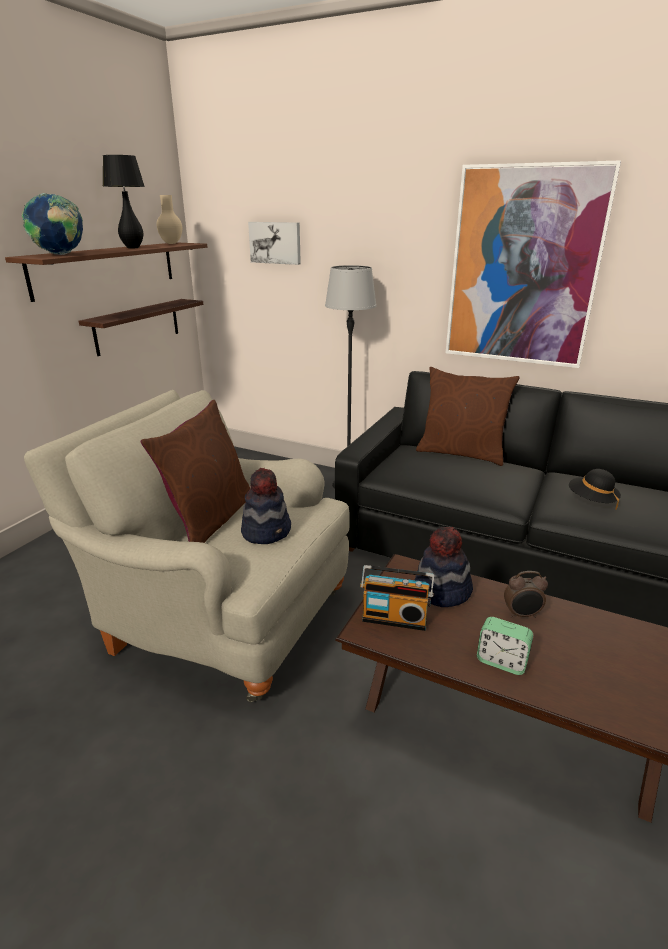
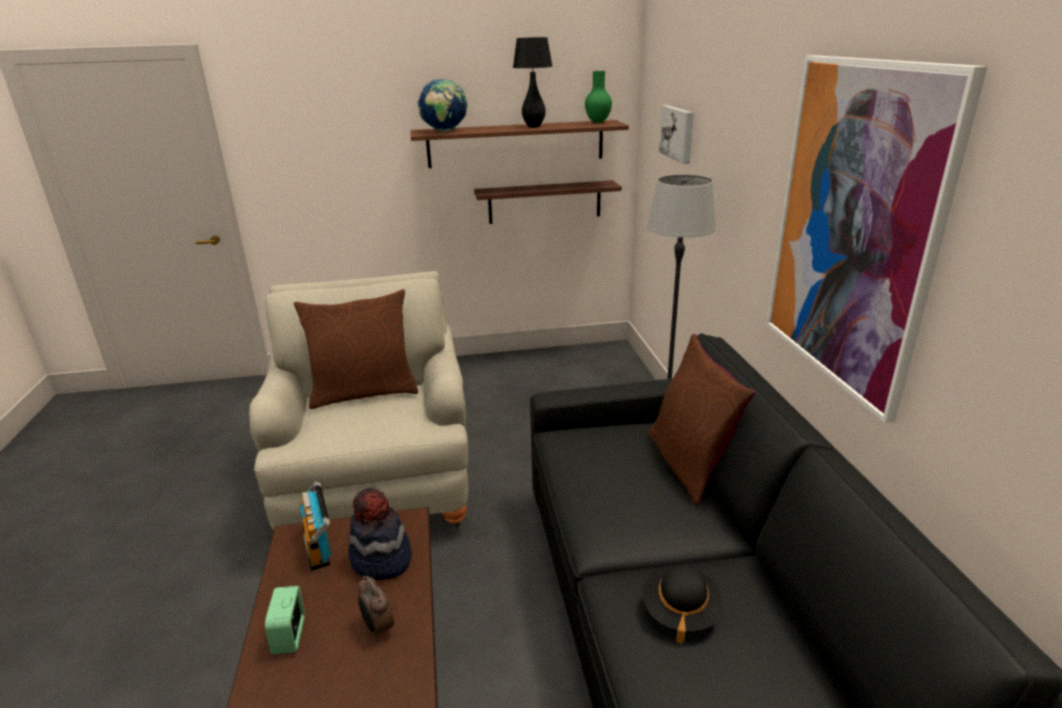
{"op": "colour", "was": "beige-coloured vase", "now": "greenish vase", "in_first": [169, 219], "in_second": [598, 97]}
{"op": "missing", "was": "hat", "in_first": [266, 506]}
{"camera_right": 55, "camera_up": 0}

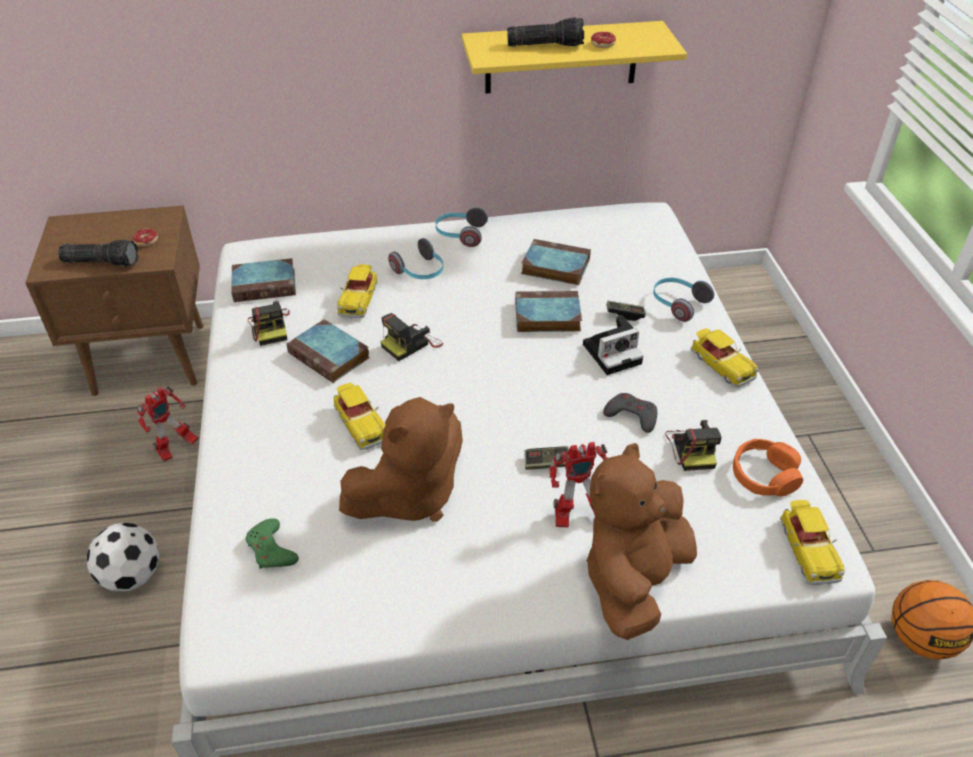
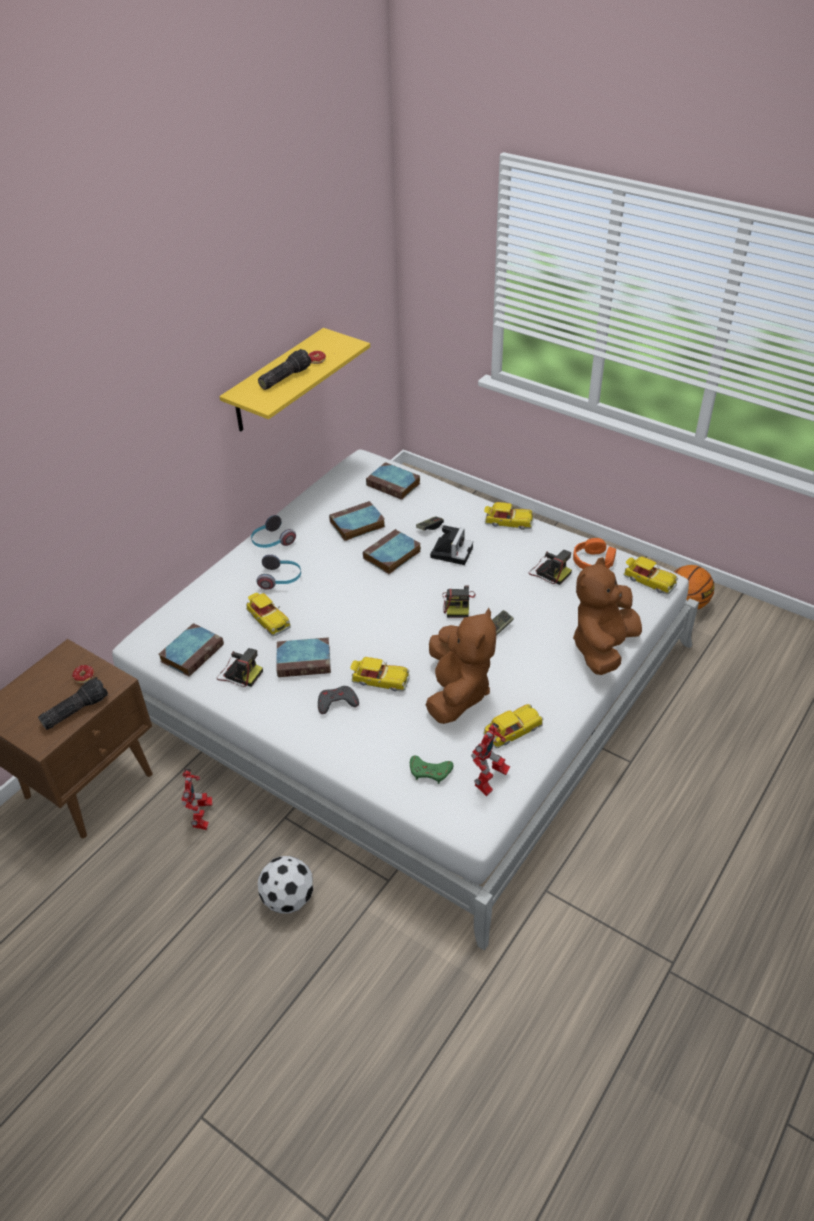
{"op": "relocated", "was": "photo camera", "in_first": [412, 337], "in_second": [459, 601]}
{"op": "relocated", "was": "robot figure", "in_first": [578, 485], "in_second": [490, 759]}
{"op": "spun", "was": "brown-coloured soft toy", "in_first": [642, 541], "in_second": [607, 616], "clockwise": 45}
{"op": "relocated", "was": "greyish game controller", "in_first": [630, 413], "in_second": [338, 700]}
{"op": "missing", "was": "headphones", "in_first": [683, 300]}
{"op": "appeared", "now": "bound book", "in_second": [393, 481]}
{"op": "appeared", "now": "miniature car", "in_second": [513, 726]}
{"camera_right": -45, "camera_up": 0}

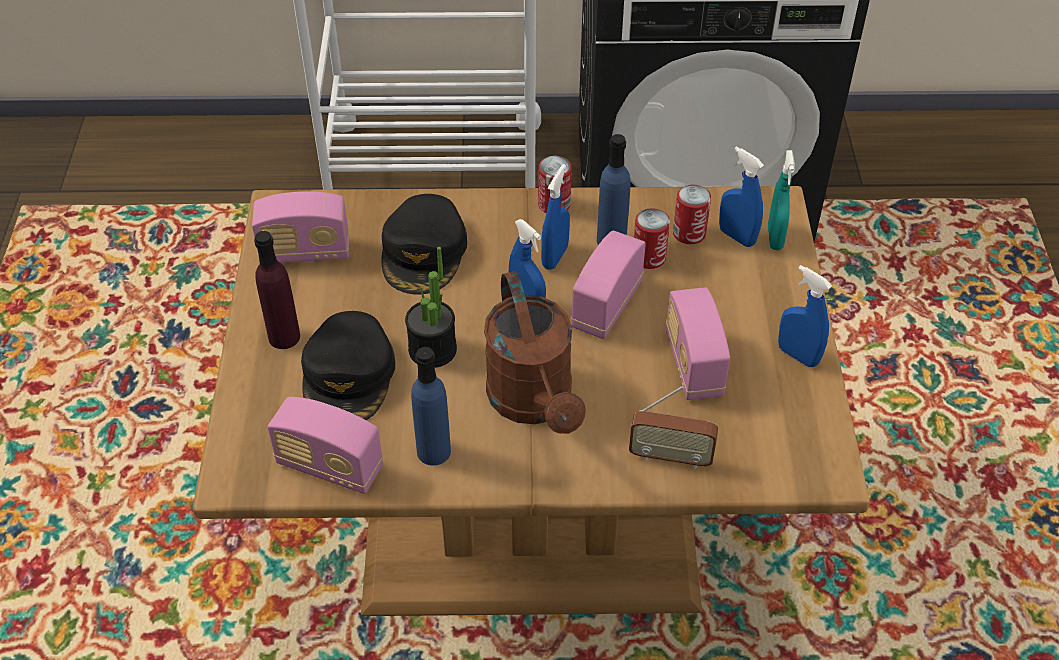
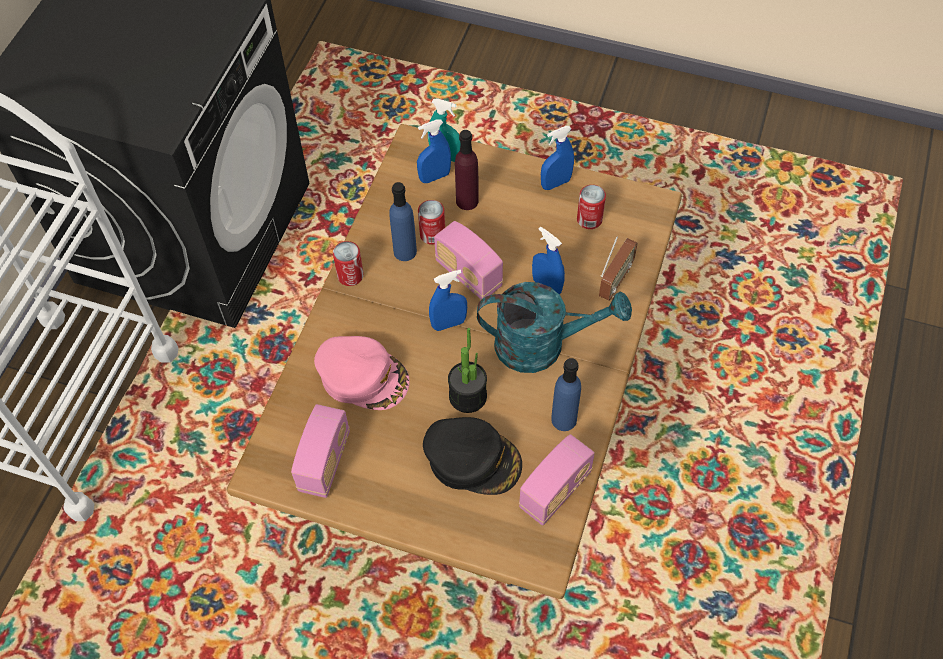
{"op": "relocated", "was": "purple beverage bottle", "in_first": [277, 290], "in_second": [467, 170]}
{"op": "colour", "was": "black cap", "now": "pink cap", "in_first": [424, 244], "in_second": [362, 373]}
{"op": "colour", "was": "brown-coloured sprinkling can", "now": "turquoise-coloured sprinkling can", "in_first": [535, 352], "in_second": [554, 327]}
{"op": "relocated", "was": "blue-coloured hand sprayer", "in_first": [555, 217], "in_second": [548, 260]}
{"op": "missing", "was": "radio receiver", "in_first": [698, 343]}
{"op": "relocated", "was": "metal can", "in_first": [692, 214], "in_second": [591, 207]}
{"camera_right": -70, "camera_up": 10}

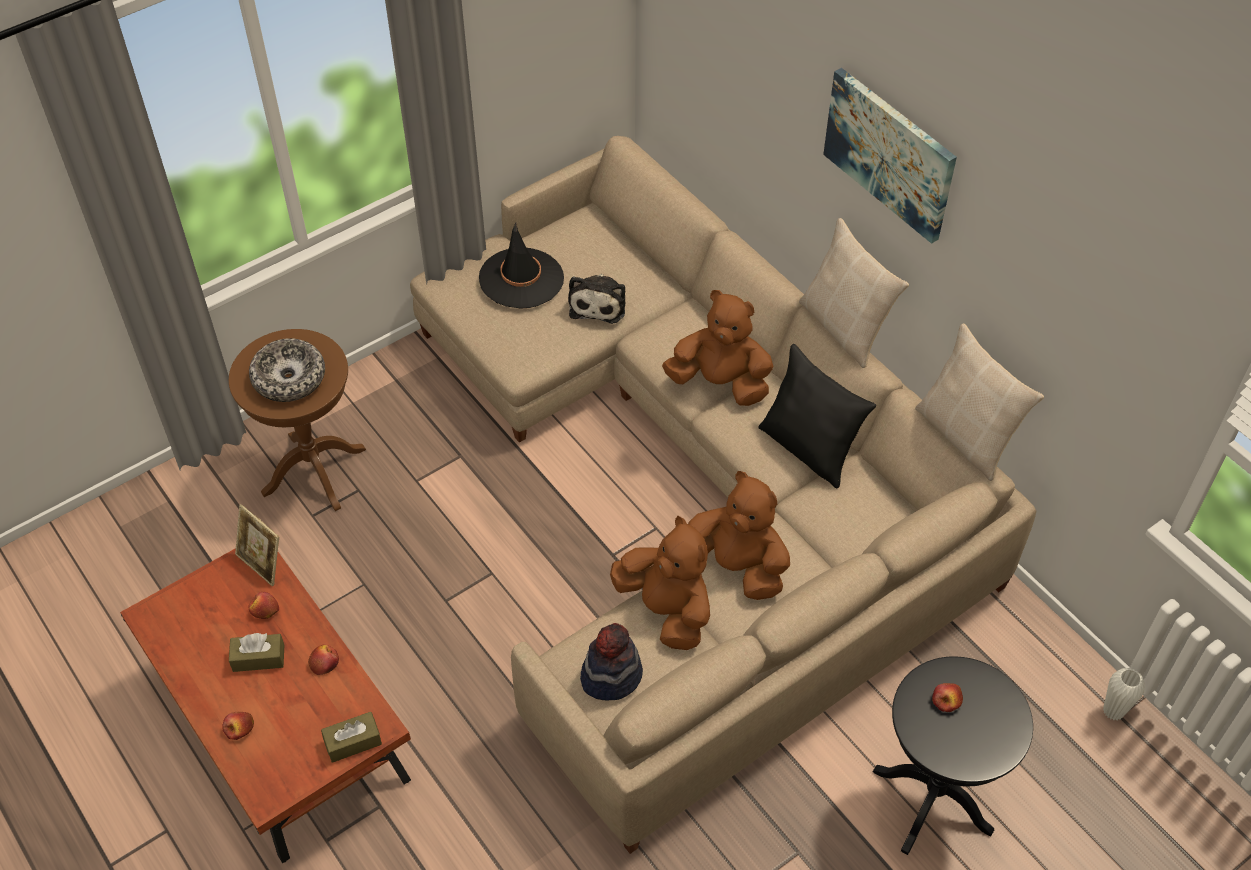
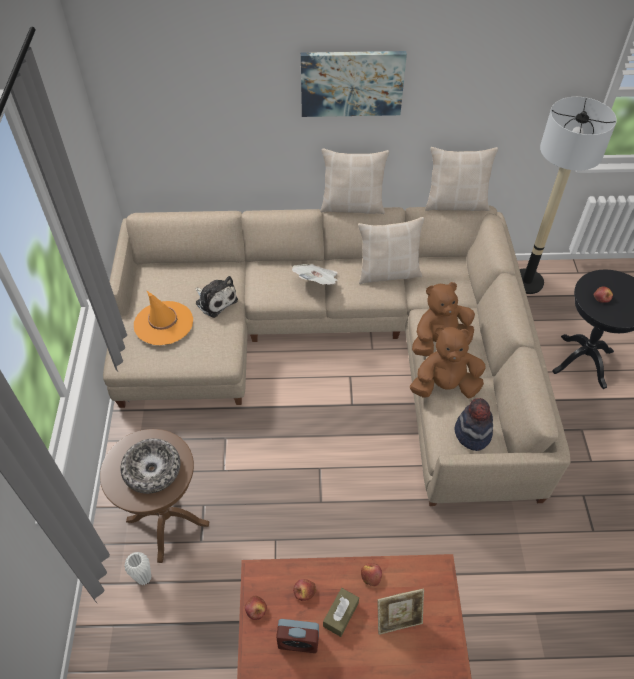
{"op": "relocated", "was": "apple fruit", "in_first": [238, 726], "in_second": [256, 608]}
{"op": "relocated", "was": "photo frame", "in_first": [257, 545], "in_second": [400, 612]}
{"op": "missing", "was": "brown-coloured box of tissues", "in_first": [351, 737]}
{"op": "colour", "was": "black hat", "now": "orangey hat", "in_first": [521, 265], "in_second": [163, 317]}
{"op": "exchanged", "was": "brown-coloured soft toy", "now": "newspaper", "in_first": [717, 348], "in_second": [315, 274]}
{"op": "colour", "was": "black cushion", "now": "beige-coloured cushion", "in_first": [817, 416], "in_second": [391, 250]}
{"op": "relocated", "was": "whitish vase", "in_first": [1124, 694], "in_second": [137, 568]}
{"op": "appeared", "now": "table clock", "in_second": [297, 636]}
{"op": "appeared", "now": "standard lamp", "in_second": [568, 195]}
{"camera_right": -55, "camera_up": 0}

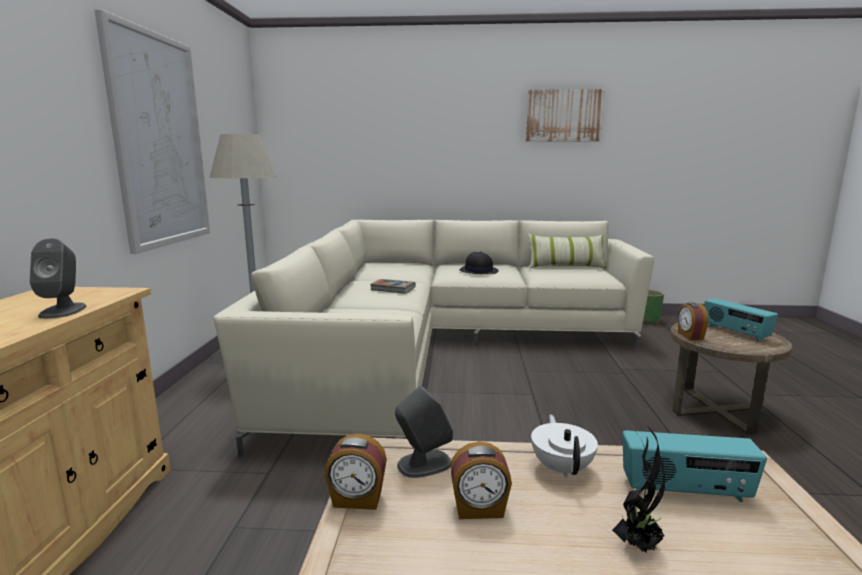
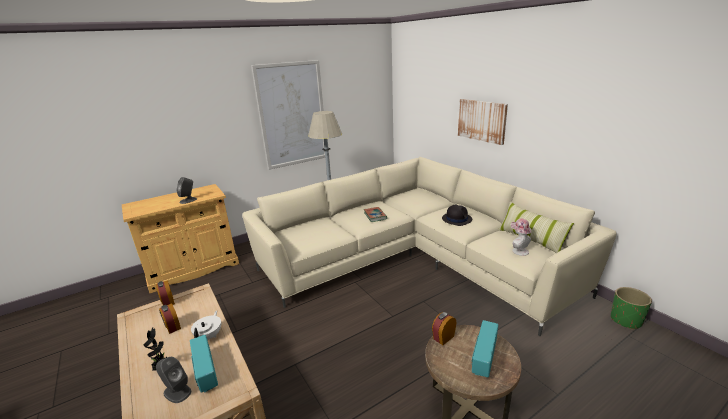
{"op": "relocated", "was": "greyish speaker", "in_first": [424, 432], "in_second": [173, 380]}
{"op": "relocated", "was": "picture", "in_first": [565, 115], "in_second": [483, 122]}
{"op": "spun", "was": "whitish tea pot", "in_first": [564, 446], "in_second": [206, 325], "clockwise": -45}
{"op": "appeared", "now": "hat", "in_second": [521, 237]}
{"camera_right": 55, "camera_up": 10}

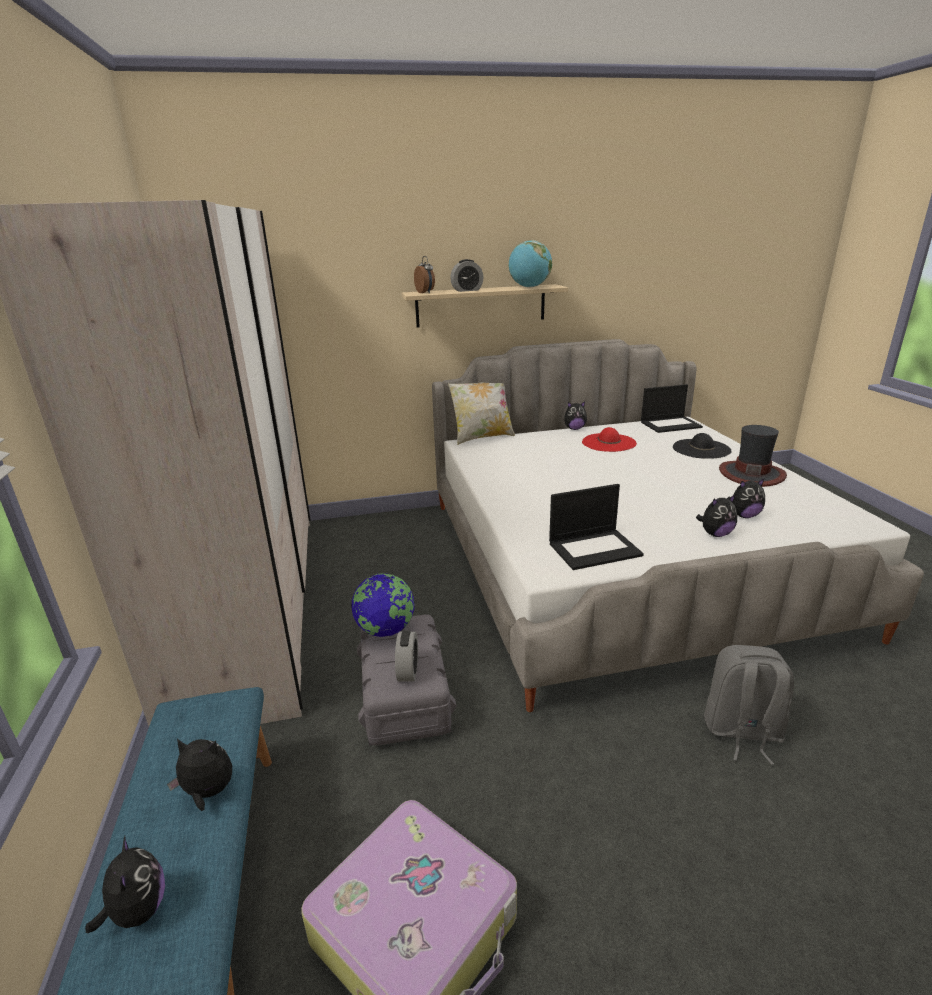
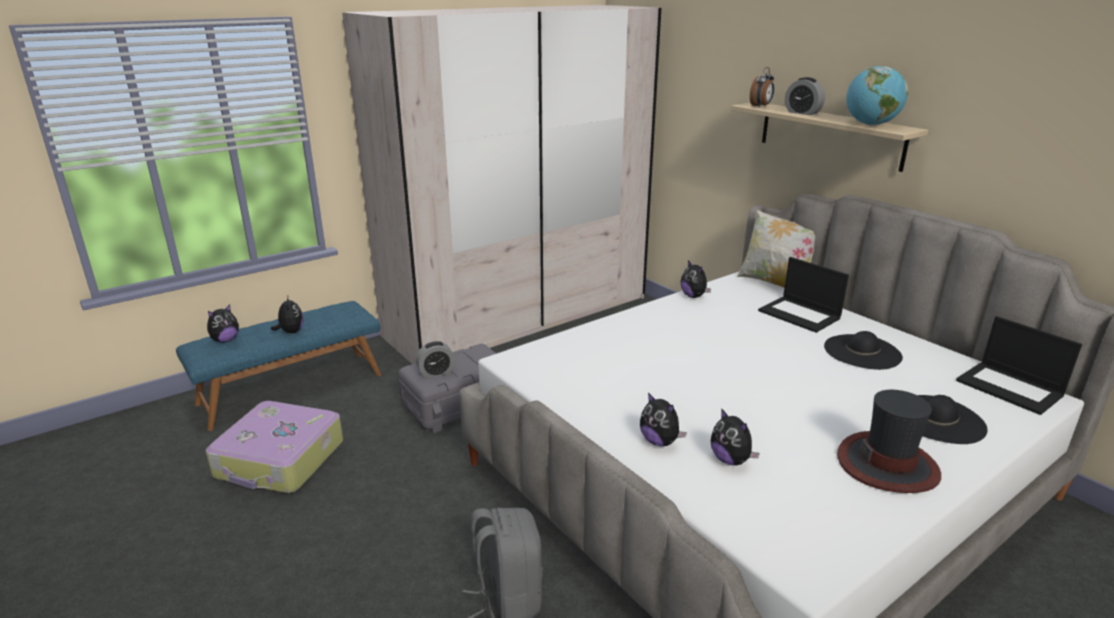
{"op": "missing", "was": "desk globe", "in_first": [383, 605]}
{"op": "relocated", "was": "portable computer", "in_first": [596, 527], "in_second": [803, 295]}
{"op": "relocated", "was": "soft toy", "in_first": [575, 415], "in_second": [696, 279]}
{"op": "colour", "was": "red hat", "now": "black hat", "in_first": [609, 439], "in_second": [863, 350]}
{"camera_right": 65, "camera_up": 0}

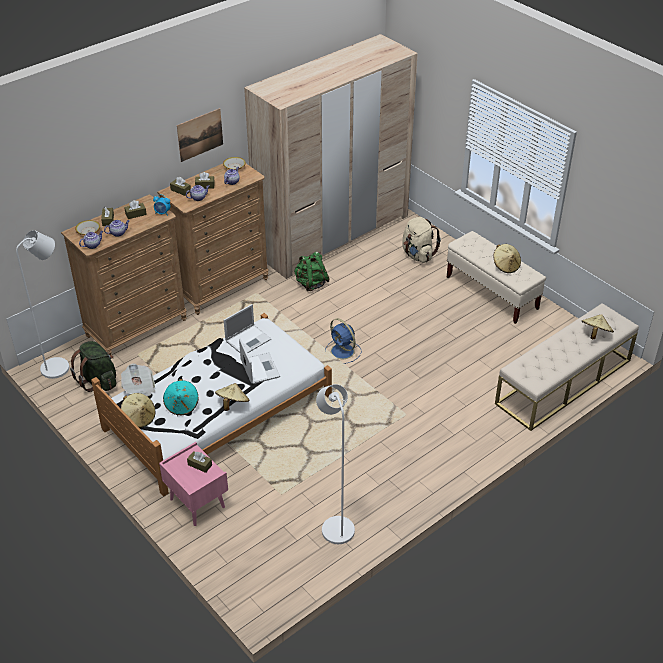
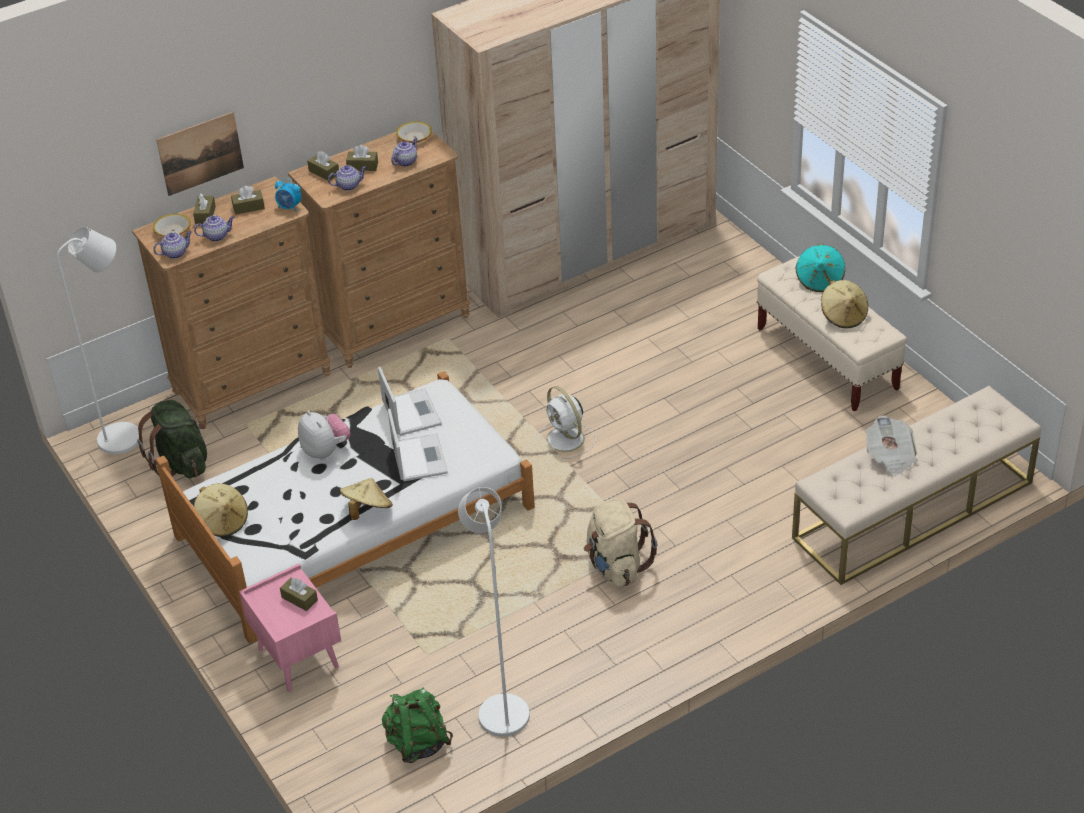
{"op": "relocated", "was": "newspaper", "in_first": [138, 380], "in_second": [892, 446]}
{"op": "relocated", "was": "turquoise-coloured hat", "in_first": [180, 397], "in_second": [820, 268]}
{"op": "relocated", "was": "picture", "in_first": [200, 135], "in_second": [200, 154]}
{"op": "spun", "was": "portable computer", "in_first": [247, 328], "in_second": [410, 401], "clockwise": -75}
{"op": "relocated", "was": "greenish rucksack", "in_first": [312, 271], "in_second": [417, 725]}
{"op": "colour", "was": "blue-coloured fan", "now": "whitish fan", "in_first": [343, 341], "in_second": [567, 422]}
{"op": "relocated", "was": "beige-coloured rucksack", "in_first": [421, 240], "in_second": [620, 543]}
{"op": "missing", "was": "beige-coloured hat", "in_first": [597, 326]}
{"op": "appeared", "now": "soft toy", "in_second": [324, 435]}
{"camera_right": 10, "camera_up": 0}

